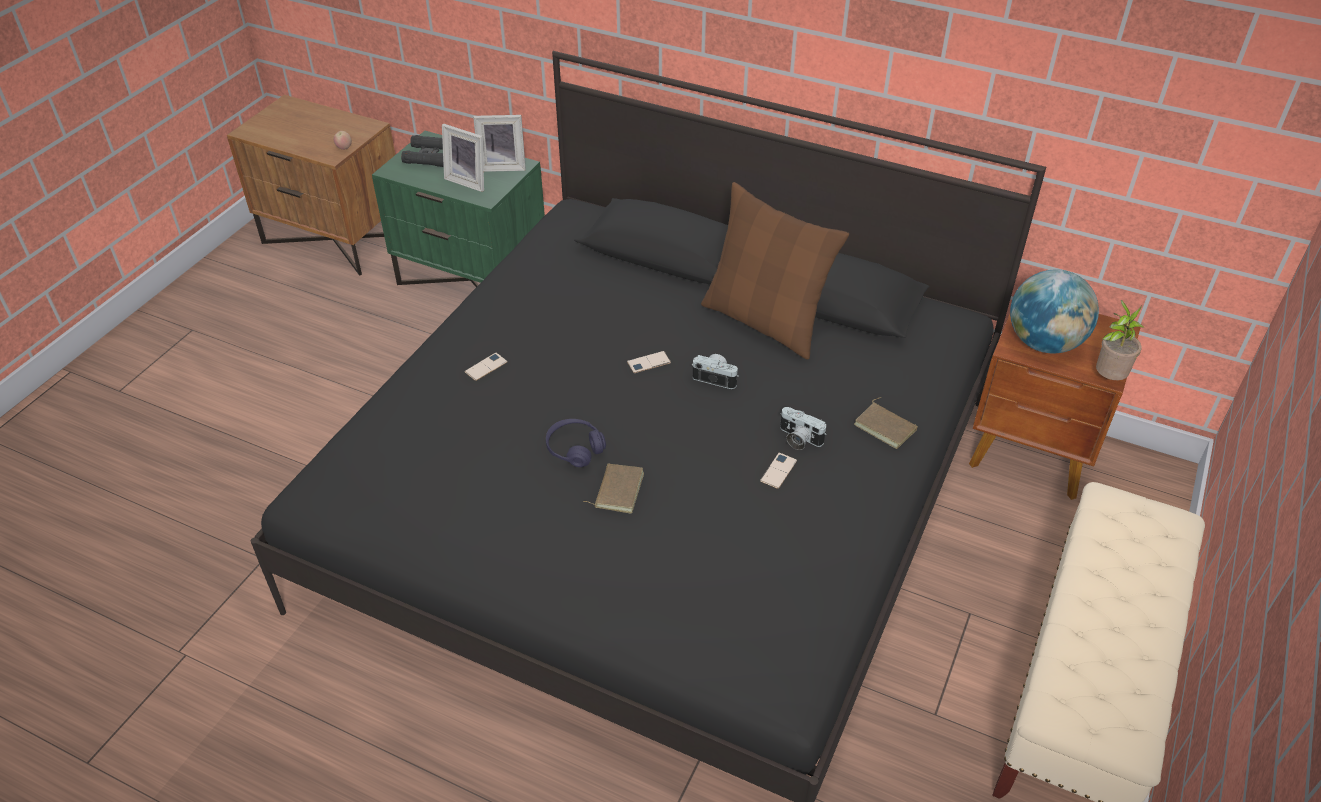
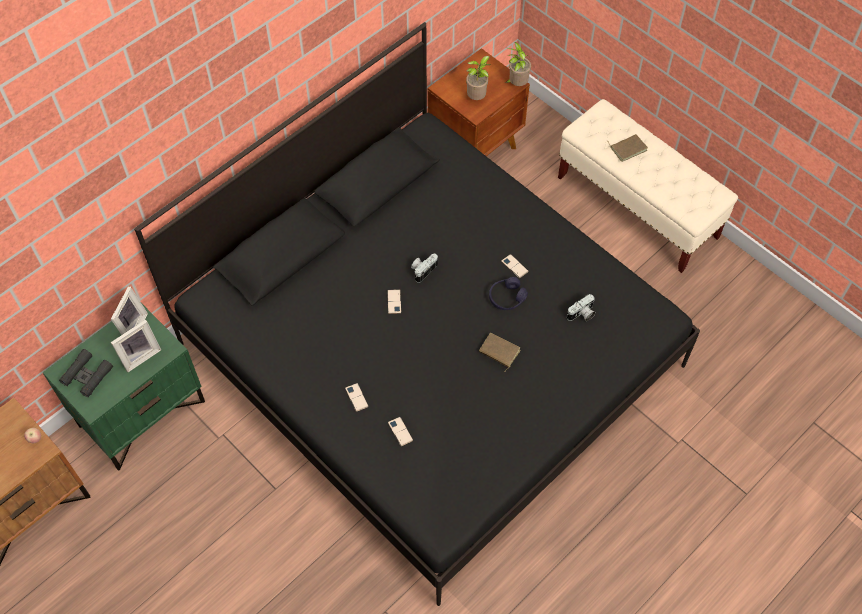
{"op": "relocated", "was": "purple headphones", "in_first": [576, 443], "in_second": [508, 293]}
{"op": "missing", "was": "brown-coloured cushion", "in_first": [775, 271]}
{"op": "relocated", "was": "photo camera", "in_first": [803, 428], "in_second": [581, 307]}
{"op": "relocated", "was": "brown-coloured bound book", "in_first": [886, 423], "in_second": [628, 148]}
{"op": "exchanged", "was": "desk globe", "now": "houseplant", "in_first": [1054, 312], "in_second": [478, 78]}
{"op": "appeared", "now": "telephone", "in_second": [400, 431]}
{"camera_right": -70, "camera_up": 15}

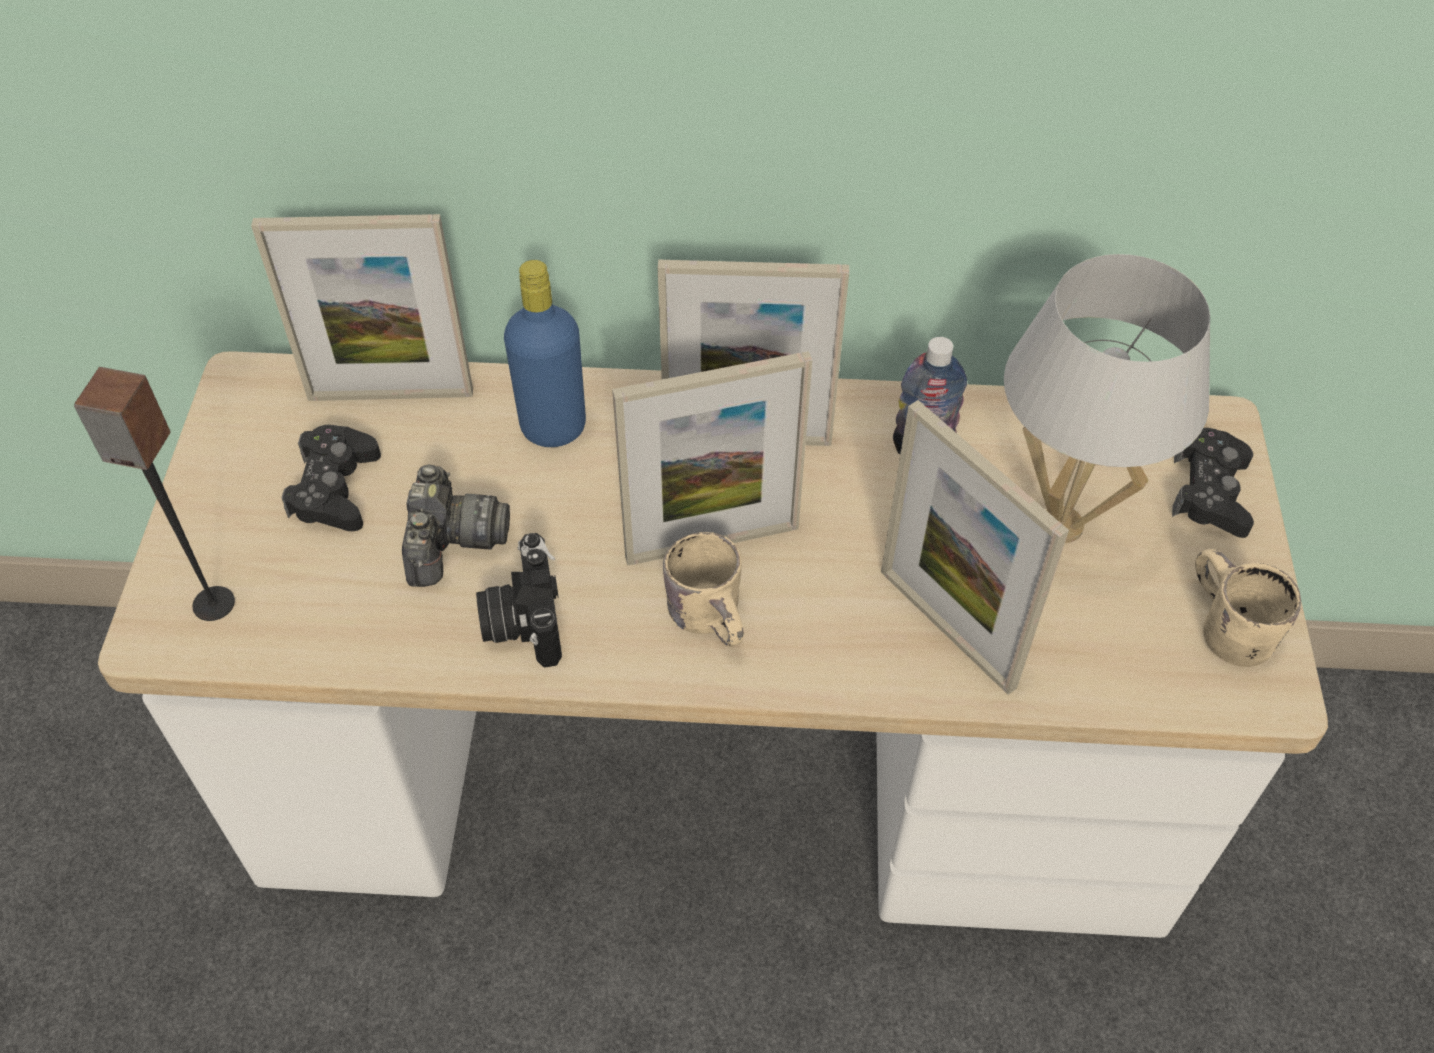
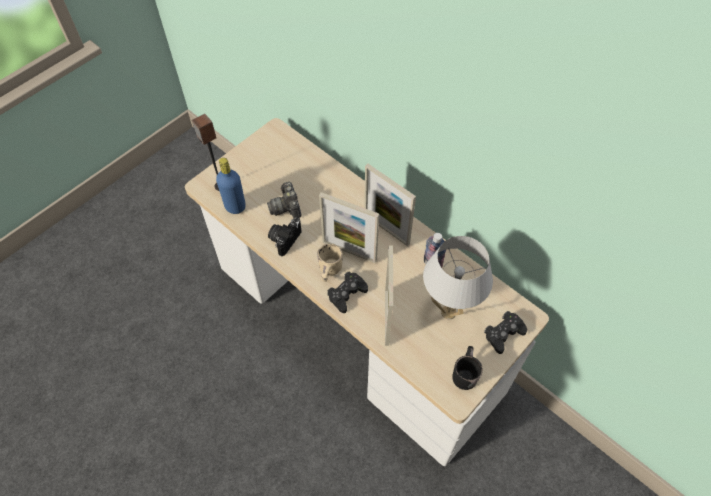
{"op": "missing", "was": "photo frame", "in_first": [362, 307]}
{"op": "relocated", "was": "black game controller", "in_first": [331, 478], "in_second": [347, 292]}
{"op": "spun", "was": "photo camera", "in_first": [456, 525], "in_second": [284, 200], "clockwise": 120}
{"op": "relocated", "was": "blue-coloured beverage bottle", "in_first": [545, 353], "in_second": [231, 186]}
{"op": "colour", "was": "beige-coloured mug", "now": "black mug", "in_first": [1248, 608], "in_second": [467, 368]}
{"camera_right": 40, "camera_up": 5}

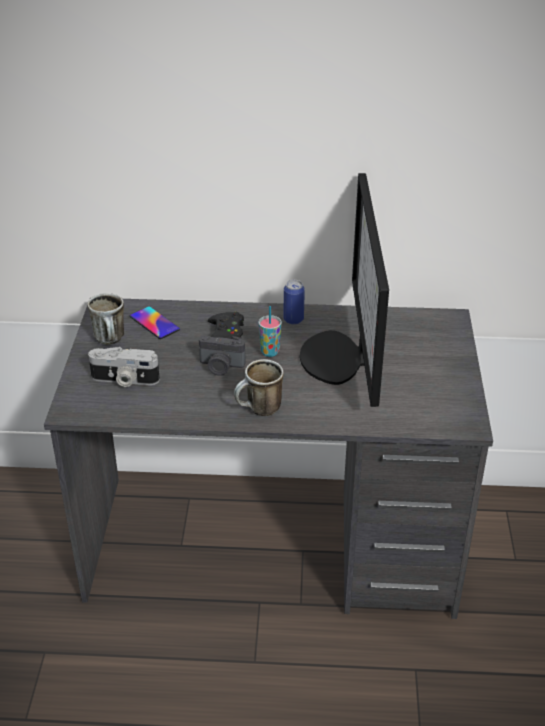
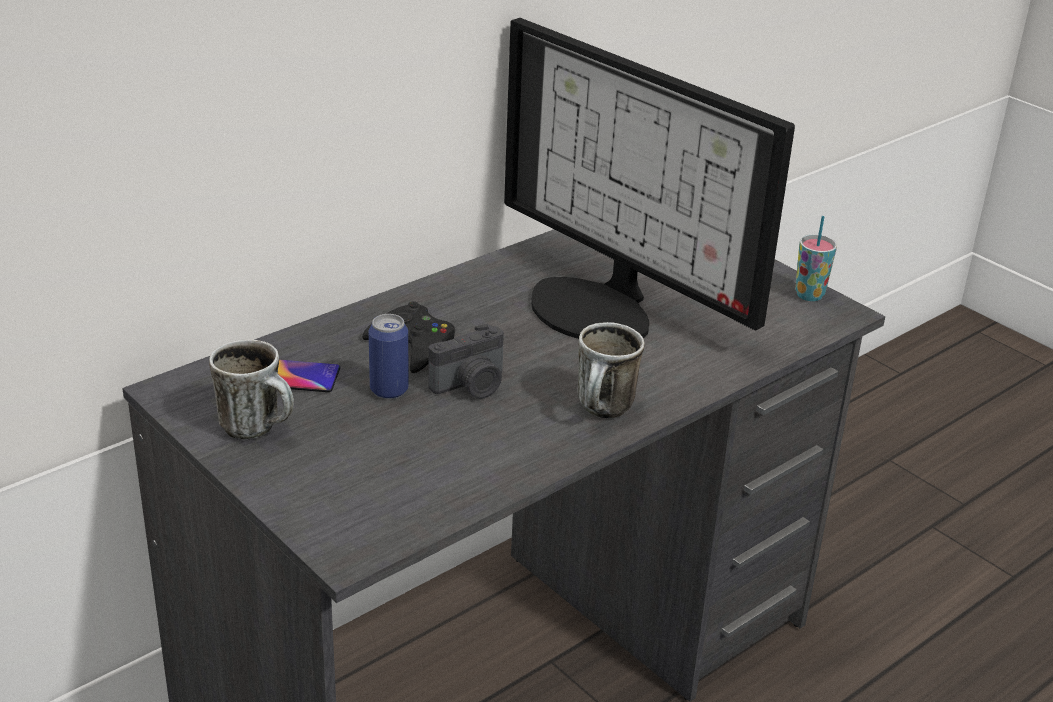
{"op": "missing", "was": "photo camera", "in_first": [124, 367]}
{"op": "relocated", "was": "cup", "in_first": [270, 331], "in_second": [816, 258]}
{"op": "relocated", "was": "metal can", "in_first": [294, 302], "in_second": [389, 356]}
{"camera_right": -45, "camera_up": -5}

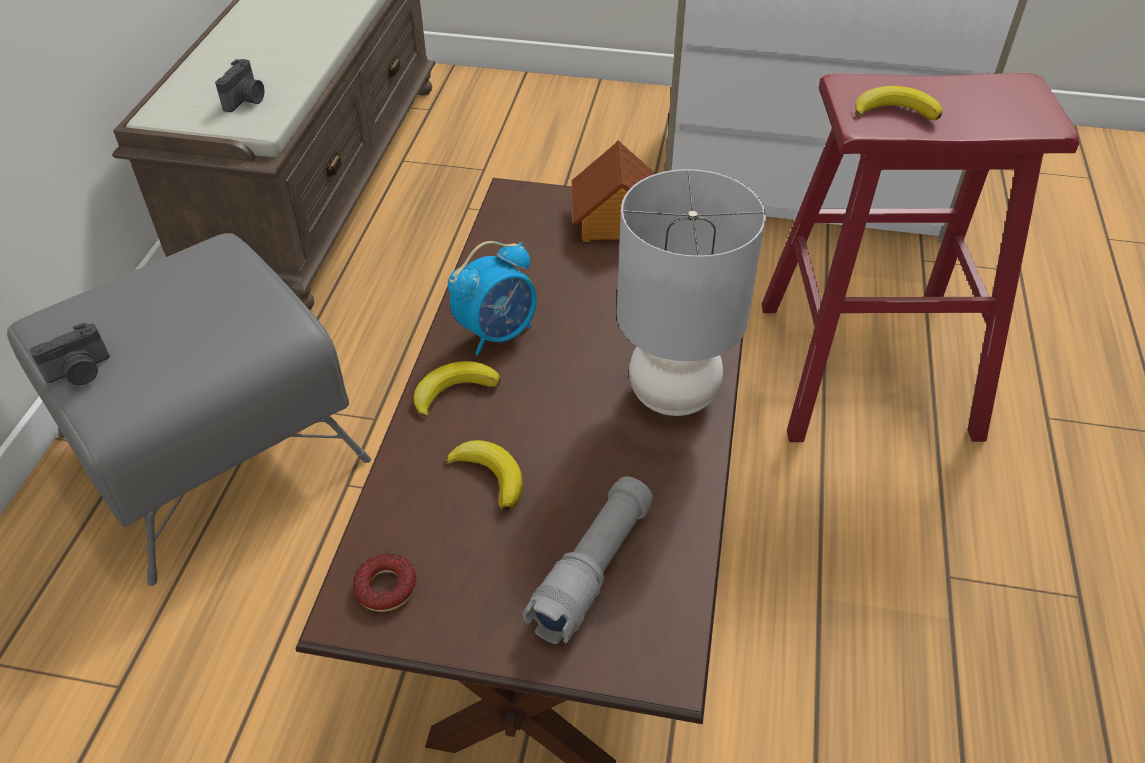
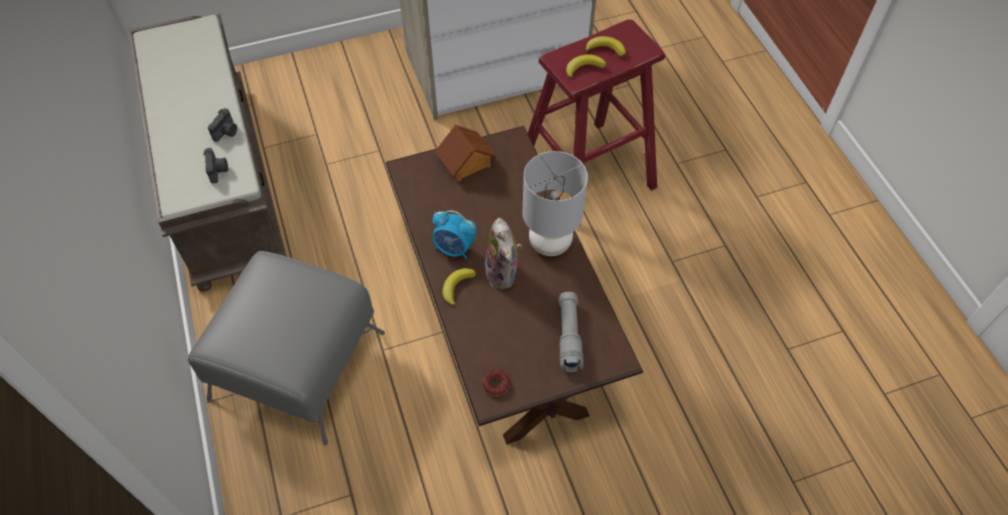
{"op": "relocated", "was": "photo camera", "in_first": [69, 354], "in_second": [222, 125]}
{"op": "relocated", "was": "banana", "in_first": [484, 475], "in_second": [605, 46]}
{"op": "spun", "was": "table clock", "in_first": [492, 298], "in_second": [454, 234], "clockwise": 90}
{"op": "appeared", "now": "soft toy", "in_second": [503, 253]}
{"camera_right": -30, "camera_up": 10}

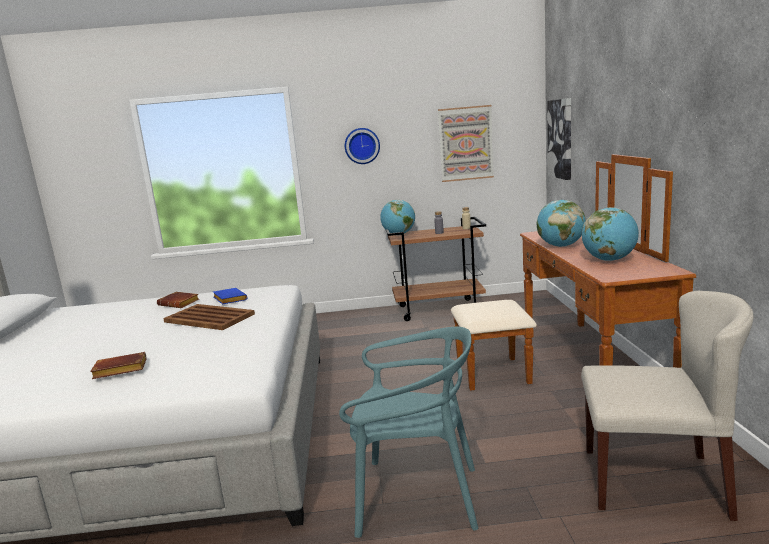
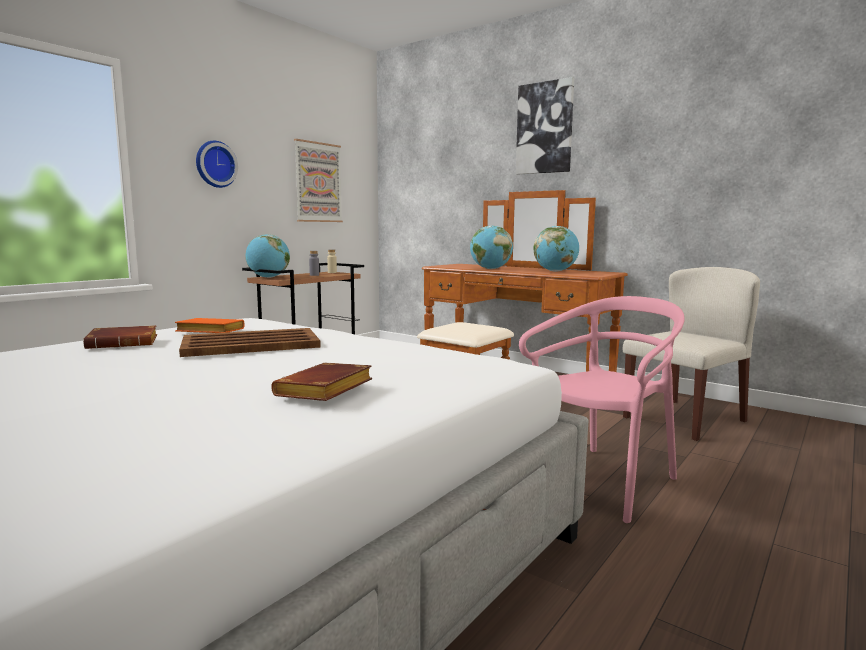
{"op": "colour", "was": "blue-coloured bound book", "now": "orangey bound book", "in_first": [230, 296], "in_second": [210, 325]}
{"op": "colour", "was": "turquoise-coloured upright chair", "now": "pink upright chair", "in_first": [408, 432], "in_second": [602, 409]}
{"op": "relocated", "was": "picture", "in_first": [559, 139], "in_second": [545, 125]}
{"camera_right": -50, "camera_up": -5}

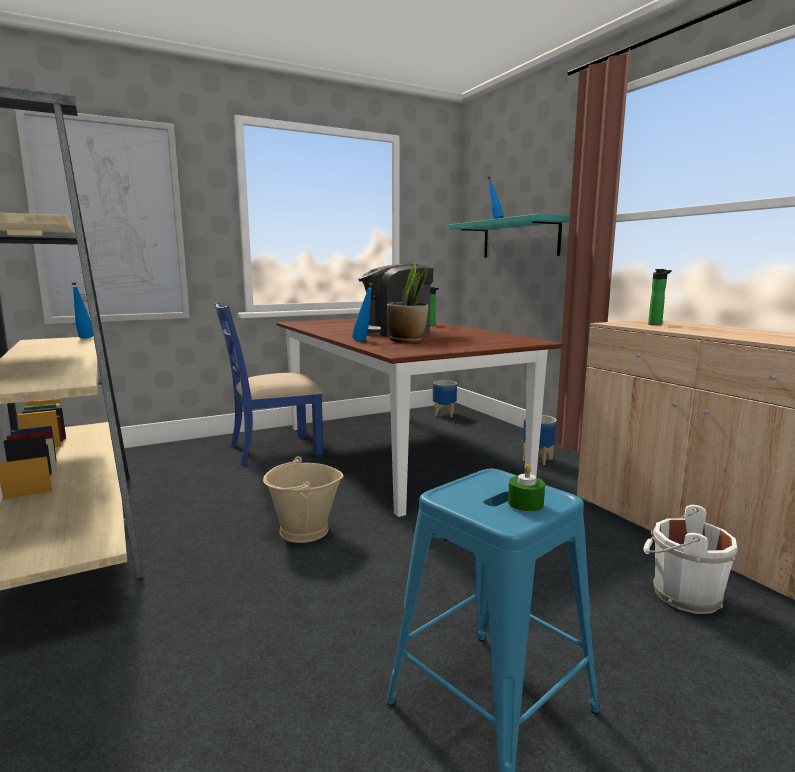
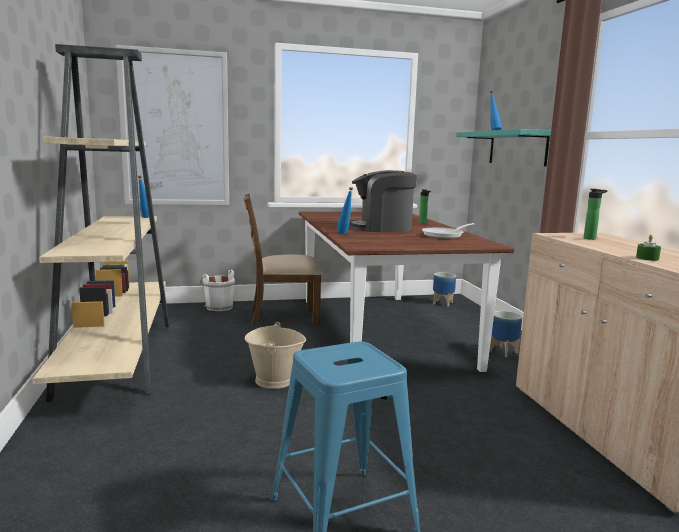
{"op": "colour", "was": "blue-coloured upright chair", "now": "brown-coloured upright chair", "in_first": [269, 383], "in_second": [283, 260]}
{"op": "missing", "was": "houseplant", "in_first": [408, 303]}
{"op": "relocated", "was": "greenish wax candle", "in_first": [526, 488], "in_second": [648, 248]}
{"op": "relocated", "was": "whitish bucket", "in_first": [691, 559], "in_second": [217, 290]}
{"op": "appeared", "now": "skillet", "in_second": [448, 231]}
{"camera_right": 15, "camera_up": 0}

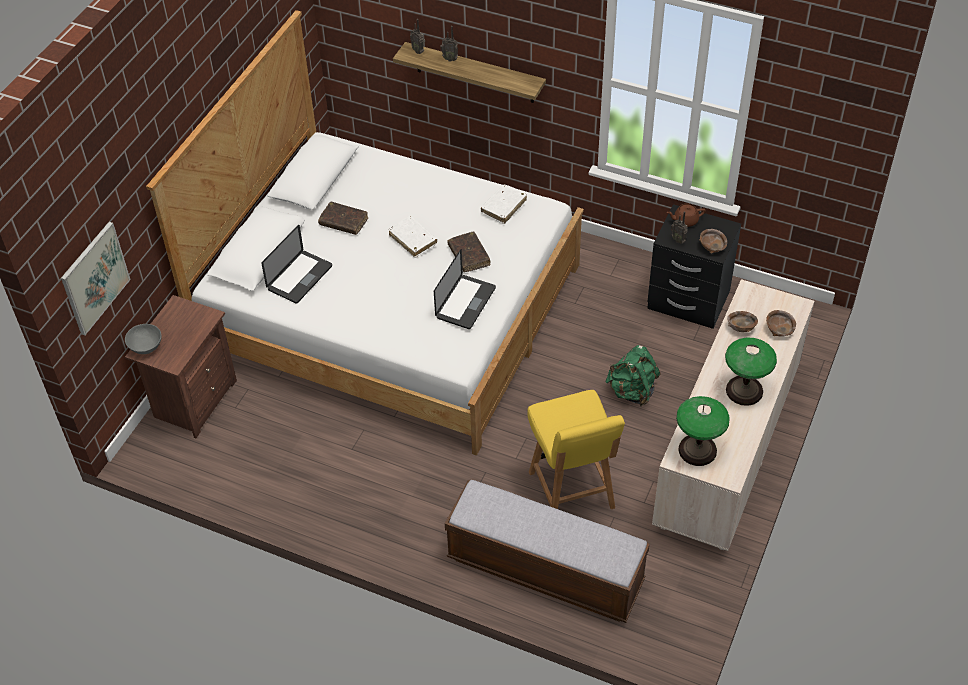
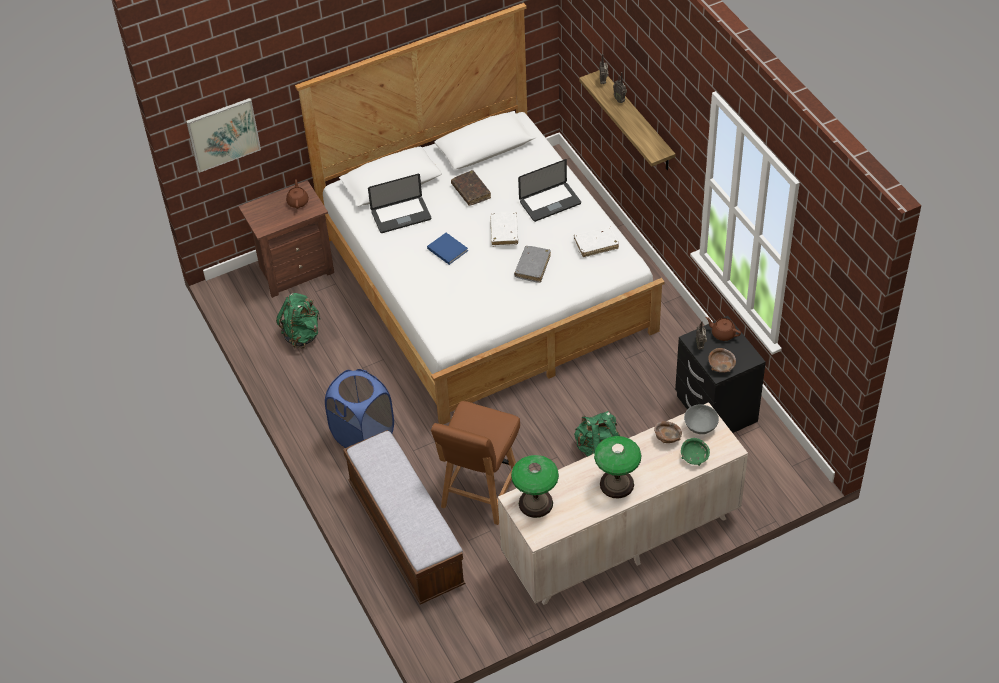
{"op": "relocated", "was": "greyish bowl", "in_first": [143, 339], "in_second": [701, 419]}
{"op": "relocated", "was": "portable computer", "in_first": [465, 289], "in_second": [549, 190]}
{"op": "colour", "was": "brown-coloured bound book", "now": "greyish bound book", "in_first": [469, 251], "in_second": [532, 264]}
{"op": "colour", "was": "yellowish upright chair", "now": "brown-coloured upright chair", "in_first": [576, 449], "in_second": [475, 463]}
{"op": "colour", "was": "brown-coloured bowl", "now": "greenish bowl", "in_first": [781, 323], "in_second": [695, 452]}
{"op": "appeared", "now": "greenish rucksack", "in_second": [298, 321]}
{"op": "appeared", "now": "brown-coloured tea pot", "in_second": [297, 194]}
{"op": "appeared", "now": "blue-coloured washing basket", "in_second": [359, 408]}
{"op": "appeared", "now": "blue-coloured bound book", "in_second": [447, 249]}
{"camera_right": 40, "camera_up": 0}

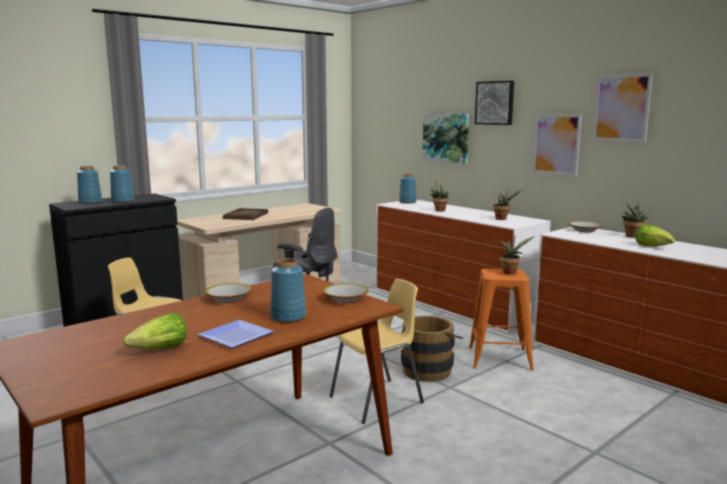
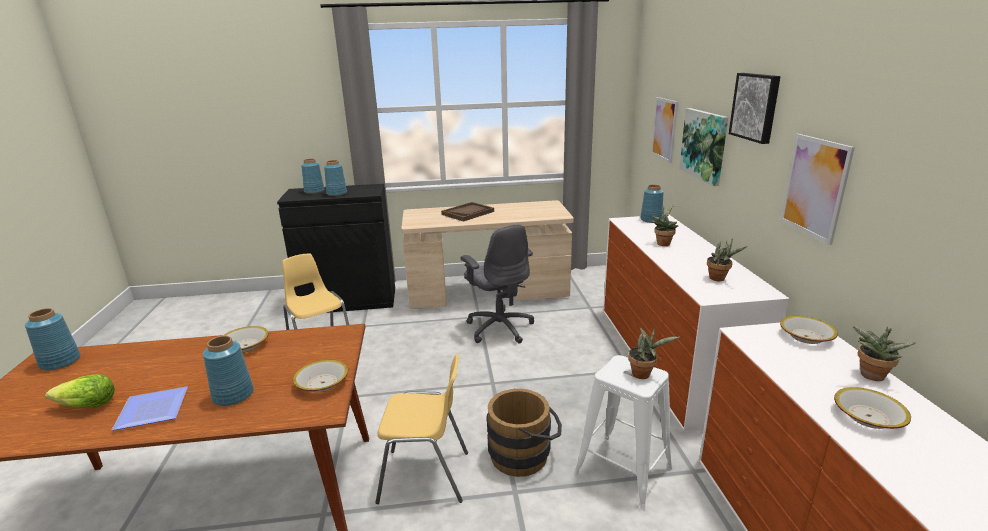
{"op": "colour", "was": "orangey stool seat", "now": "whitish stool seat", "in_first": [501, 319], "in_second": [623, 432]}
{"op": "relocated", "was": "picture", "in_first": [622, 107], "in_second": [664, 130]}
{"op": "exchanged", "was": "lettuce head", "now": "bowl", "in_first": [655, 235], "in_second": [872, 408]}
{"op": "appeared", "now": "blue-coloured vase", "in_second": [53, 339]}
{"camera_right": 35, "camera_up": 10}

